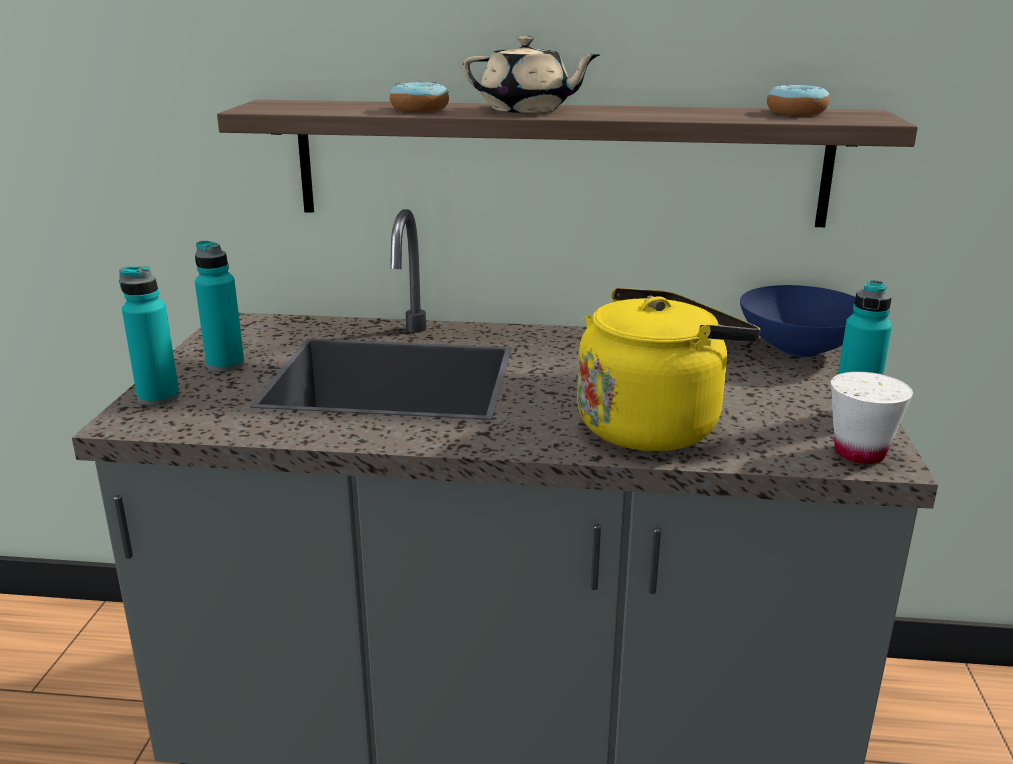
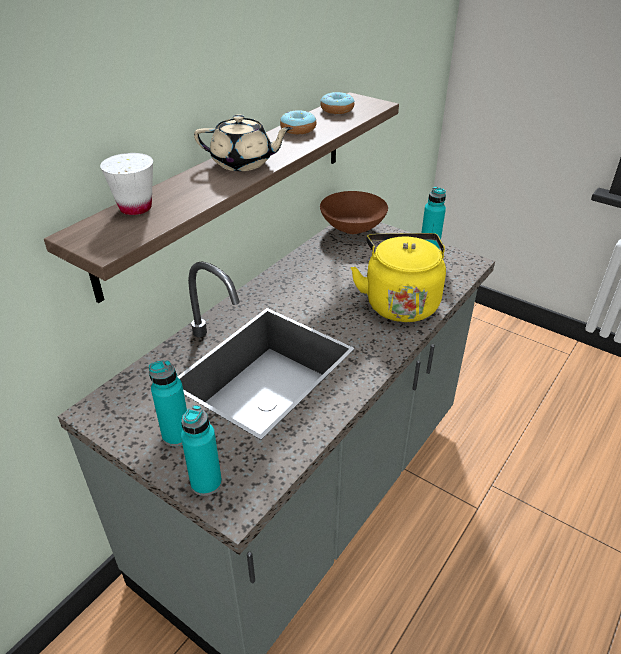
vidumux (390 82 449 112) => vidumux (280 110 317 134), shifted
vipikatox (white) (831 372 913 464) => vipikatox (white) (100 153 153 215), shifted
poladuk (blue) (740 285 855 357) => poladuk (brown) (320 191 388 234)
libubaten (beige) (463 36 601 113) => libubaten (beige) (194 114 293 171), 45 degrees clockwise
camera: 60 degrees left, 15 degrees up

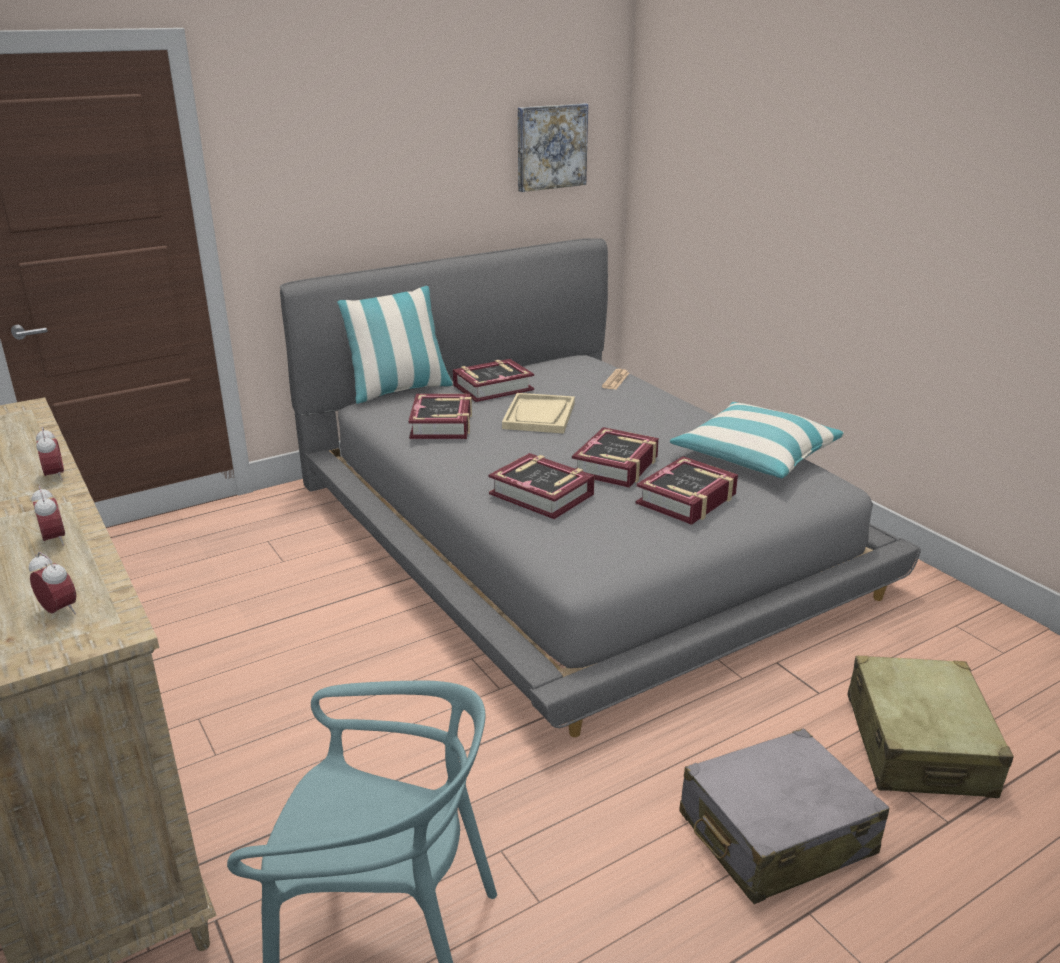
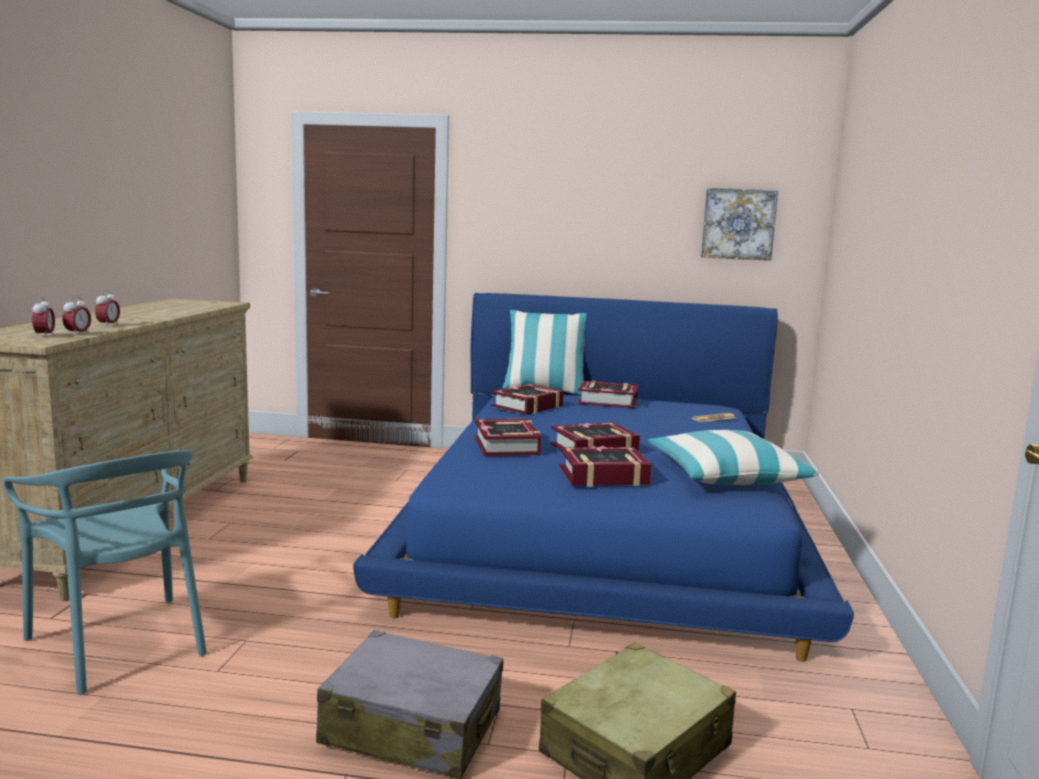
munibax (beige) (502 393 575 434) => nothing
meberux (36 427 64 481) => meberux (62 296 91 336), shifted
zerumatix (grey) (280 238 921 737) => zerumatix (blue) (353 293 854 662)
camera: 40 degrees right, 15 degrees down

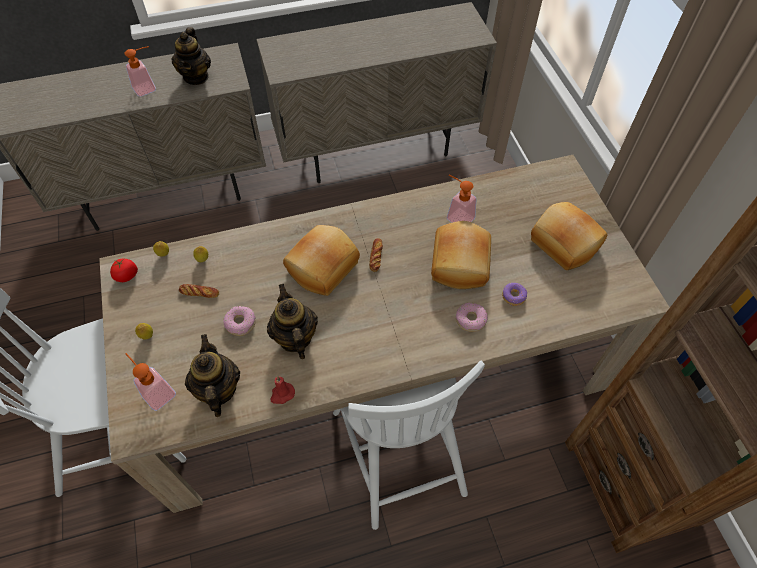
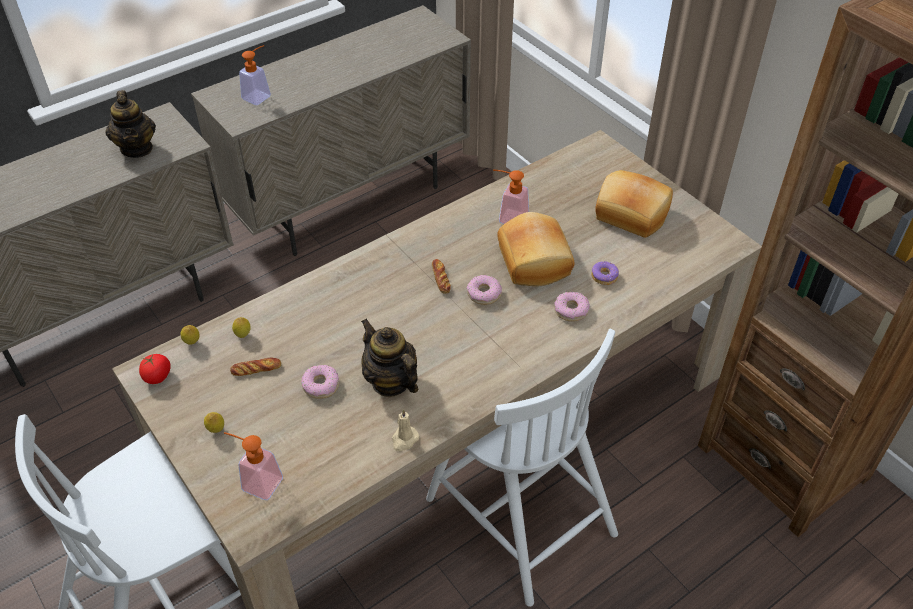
libubaten (185 334 240 417) => nothing
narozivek (283 225 360 296) => nothing
nothing => vidumux (466 275 502 305)
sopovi (124 46 156 97) => sopovi (239 45 271 105), shifted
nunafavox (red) (270 376 295 404) => nunafavox (beige) (392 409 419 451)
camera: 20 degrees left, 10 degrees down

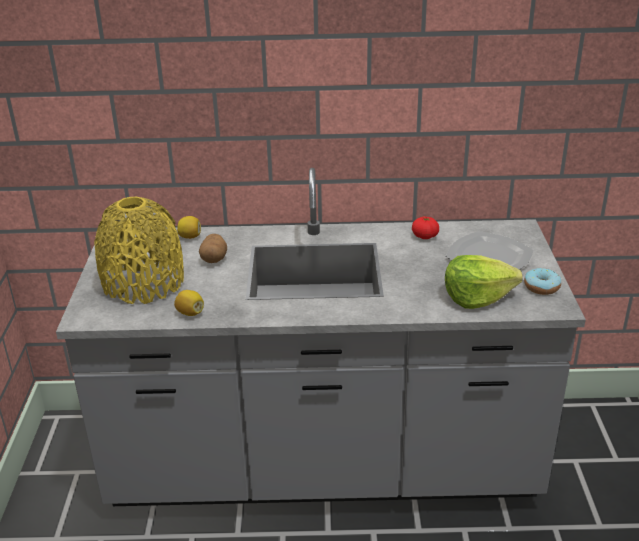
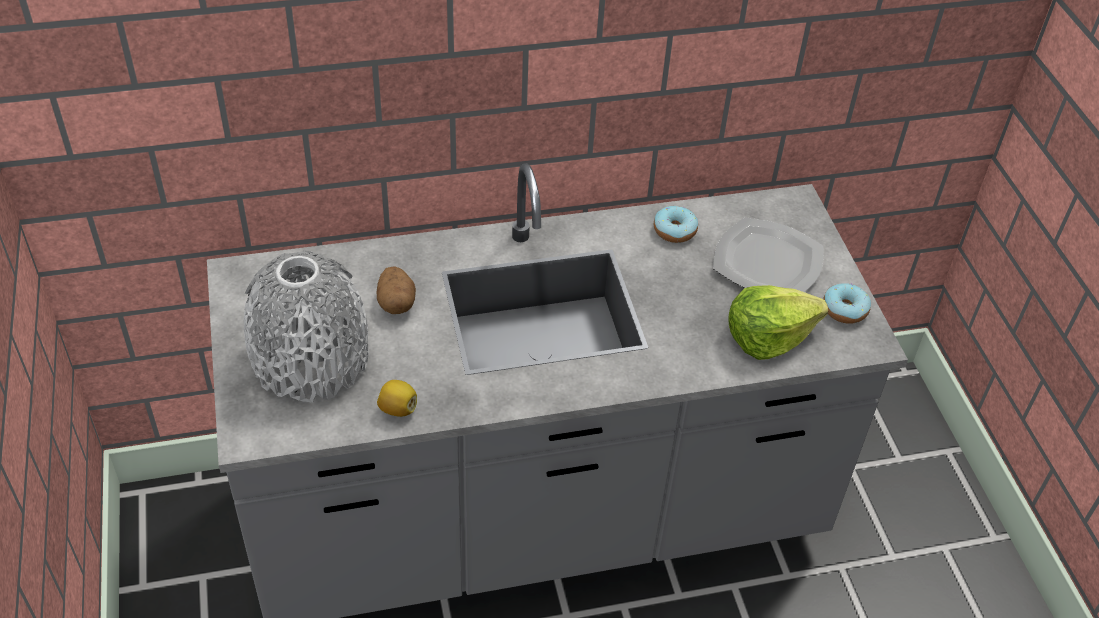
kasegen (177 216 201 239) => nothing
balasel (412 216 439 239) => vidumux (654 206 698 243)
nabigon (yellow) (94 197 184 304) => nabigon (grey) (244 250 368 403)
camera: 15 degrees left, 15 degrees up

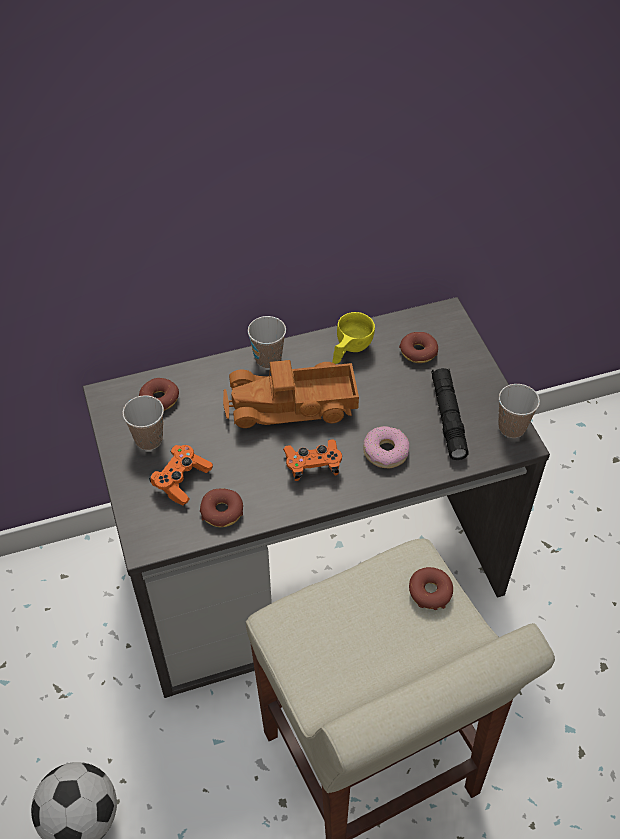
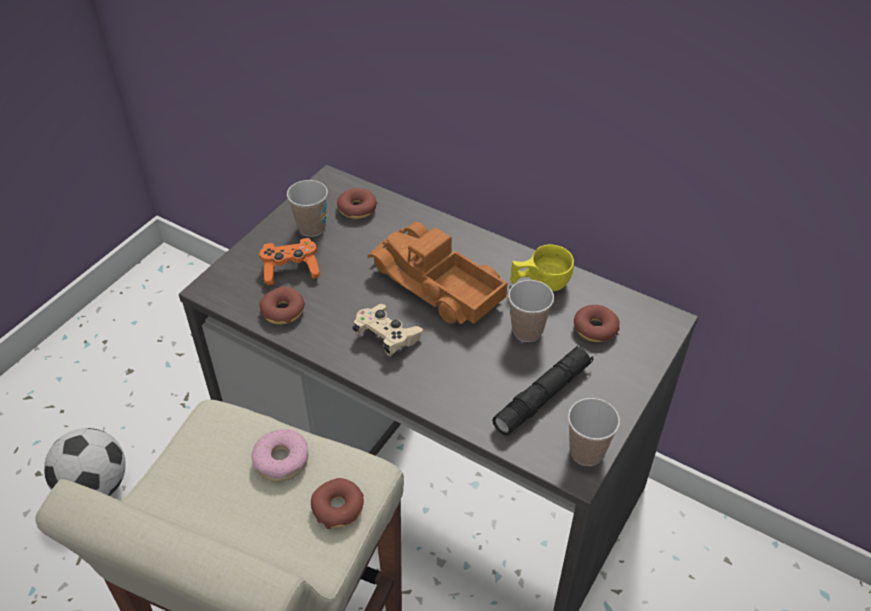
vipikatox (248 316 286 369) => vipikatox (508 280 554 342), shifted
vidumux (363 426 409 468) => vidumux (252 429 308 482), shifted
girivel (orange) (283 439 342 481) => girivel (beige) (353 304 424 357)
camera: 50 degrees right, 5 degrees down

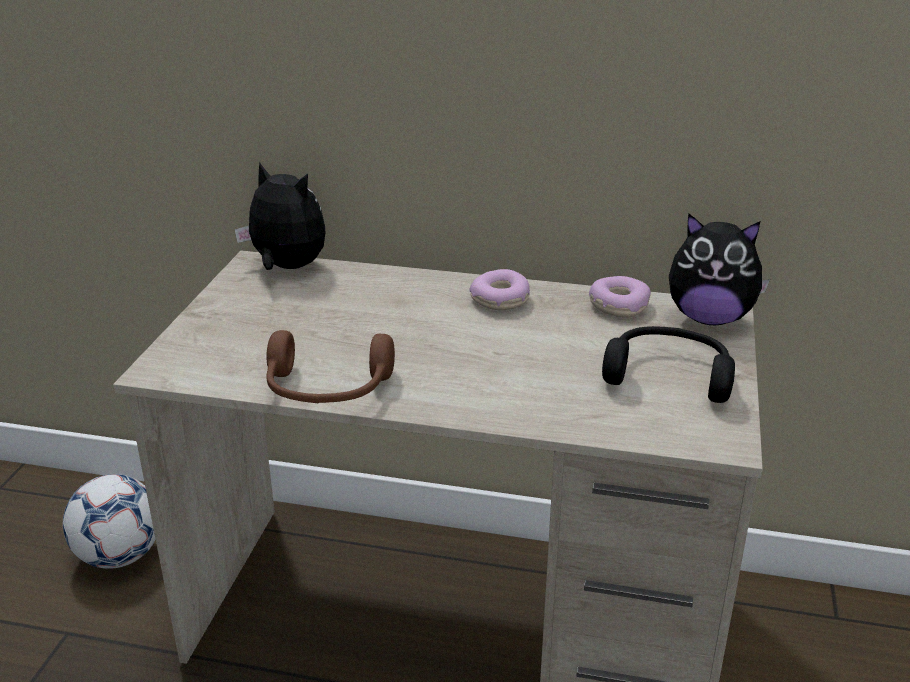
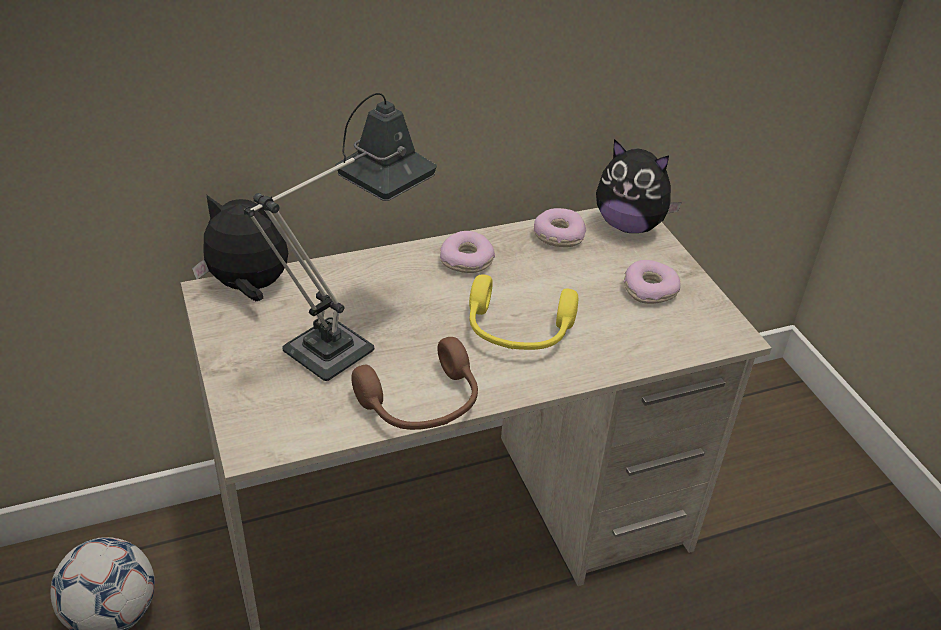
nothing => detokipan (244 93 437 381)
nothing => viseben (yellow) (469 274 578 350)
viseben (black) (602 326 735 403) => vidumux (624 260 681 304)
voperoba (669 213 770 325) => voperoba (596 139 682 233), 45 degrees clockwise
camera: 35 degrees left, 10 degrees up

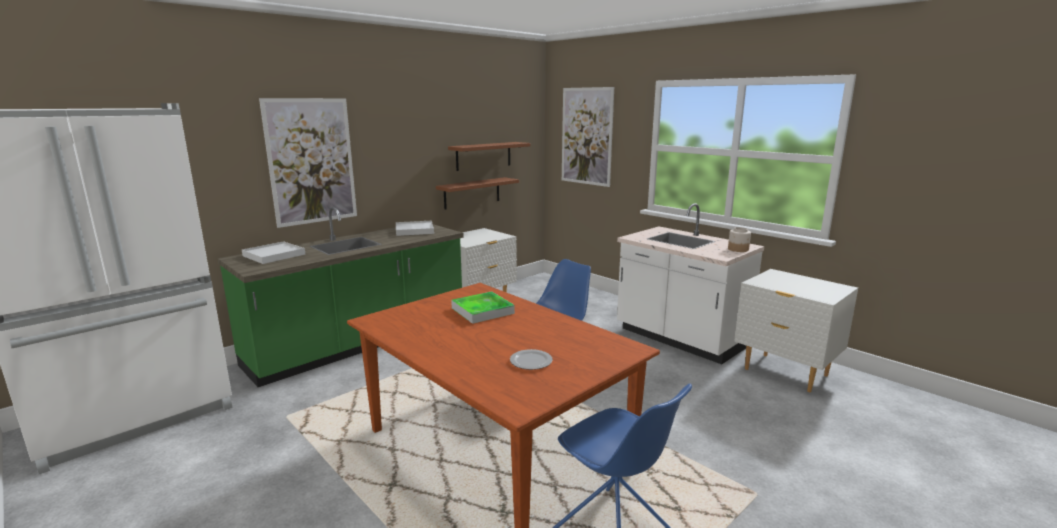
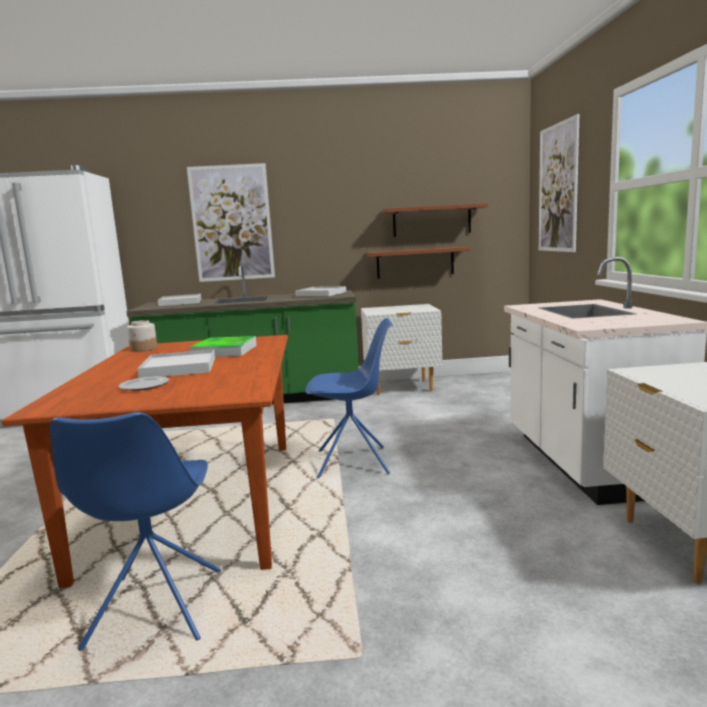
nothing => munibax (white) (137 350 215 378)
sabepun (728 227 751 252) => sabepun (127 320 157 352), shifted
camera: 40 degrees right, 5 degrees down

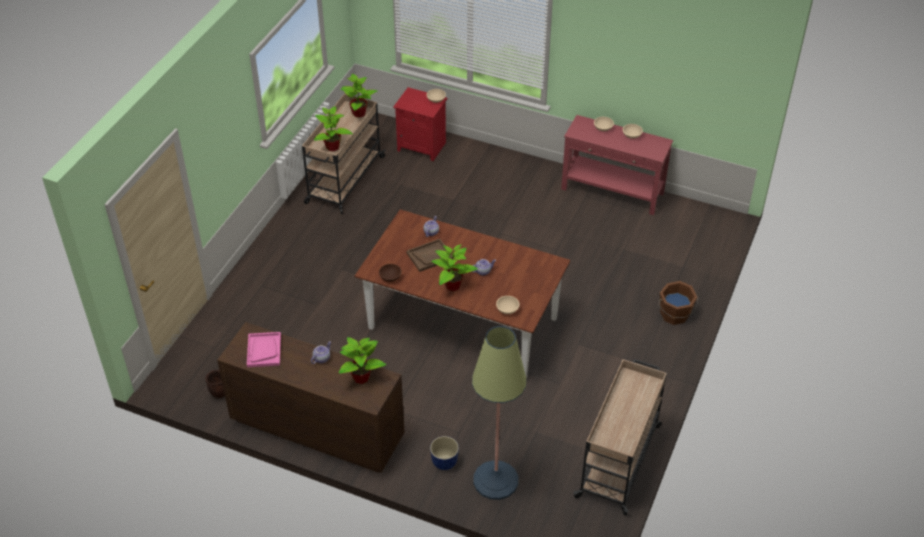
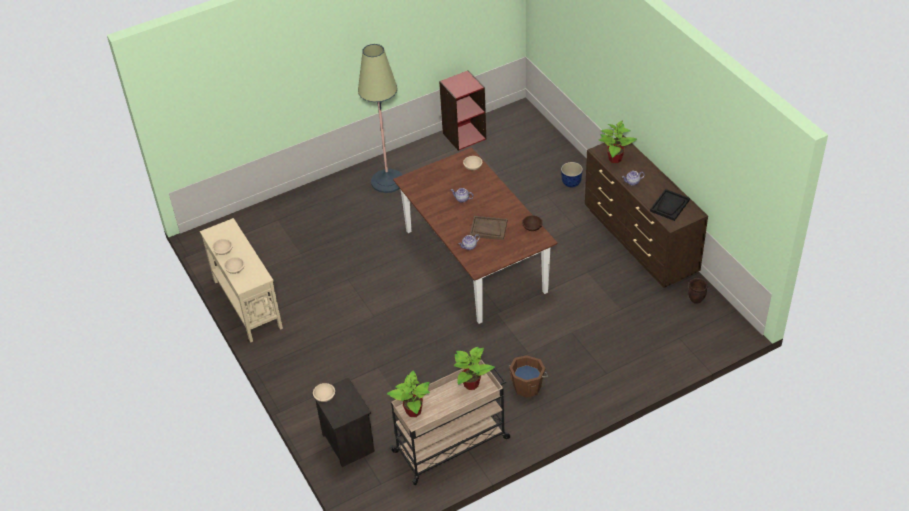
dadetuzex (431 244 477 291) => nothing
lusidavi (472 326 526 500) => lusidavi (358 44 403 193), shifted
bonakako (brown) (659 281 698 325) => bonakako (brown) (508 355 548 398), shifted
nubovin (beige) (573 359 667 516) => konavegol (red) (439 70 486 151)
munibax (pink) (247 332 281 367) => munibax (black) (650 189 690 221)
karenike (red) (393 87 448 161) => karenike (black) (312 378 375 467)
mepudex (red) (561 115 673 215) => mepudex (beige) (200 218 283 342)
camera: 140 degrees left, 0 degrees up

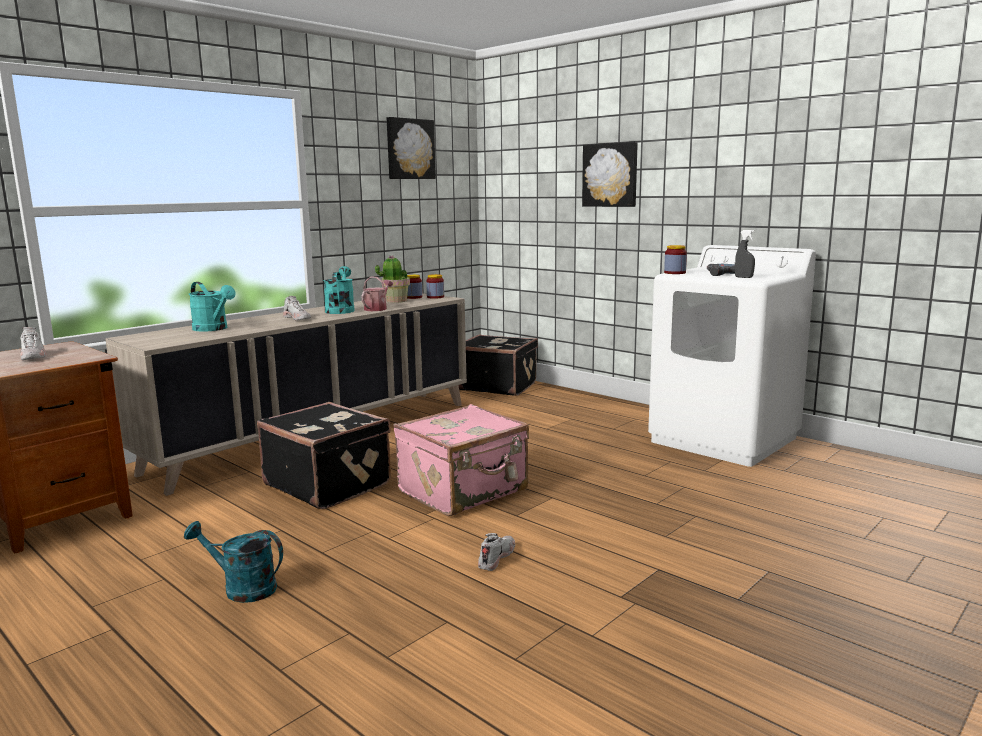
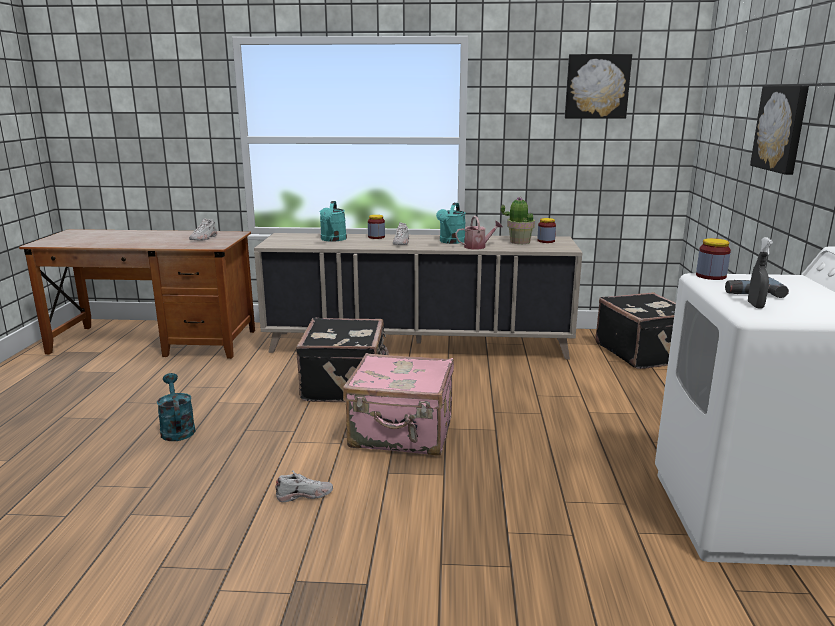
sabepun (426 274 444 299) => sabepun (368 215 385 239), shifted
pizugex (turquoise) (324 266 355 314) => pizugex (turquoise) (436 203 466 244), 150 degrees clockwise
camera: 50 degrees right, 5 degrees up

